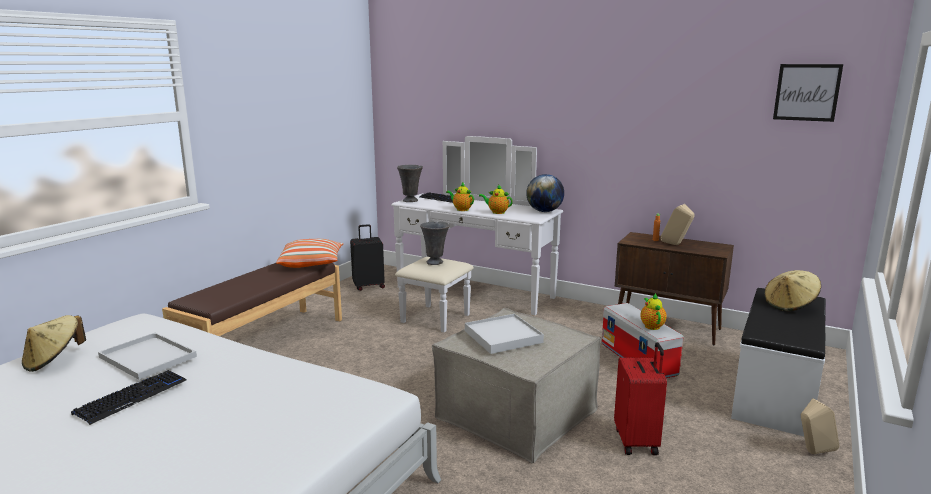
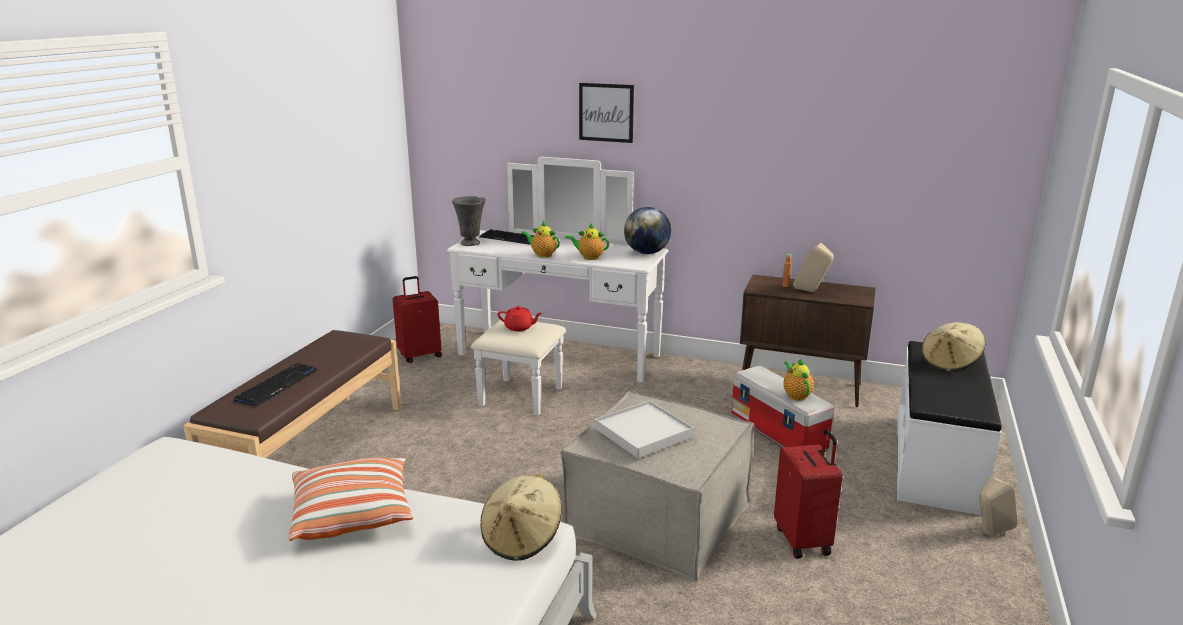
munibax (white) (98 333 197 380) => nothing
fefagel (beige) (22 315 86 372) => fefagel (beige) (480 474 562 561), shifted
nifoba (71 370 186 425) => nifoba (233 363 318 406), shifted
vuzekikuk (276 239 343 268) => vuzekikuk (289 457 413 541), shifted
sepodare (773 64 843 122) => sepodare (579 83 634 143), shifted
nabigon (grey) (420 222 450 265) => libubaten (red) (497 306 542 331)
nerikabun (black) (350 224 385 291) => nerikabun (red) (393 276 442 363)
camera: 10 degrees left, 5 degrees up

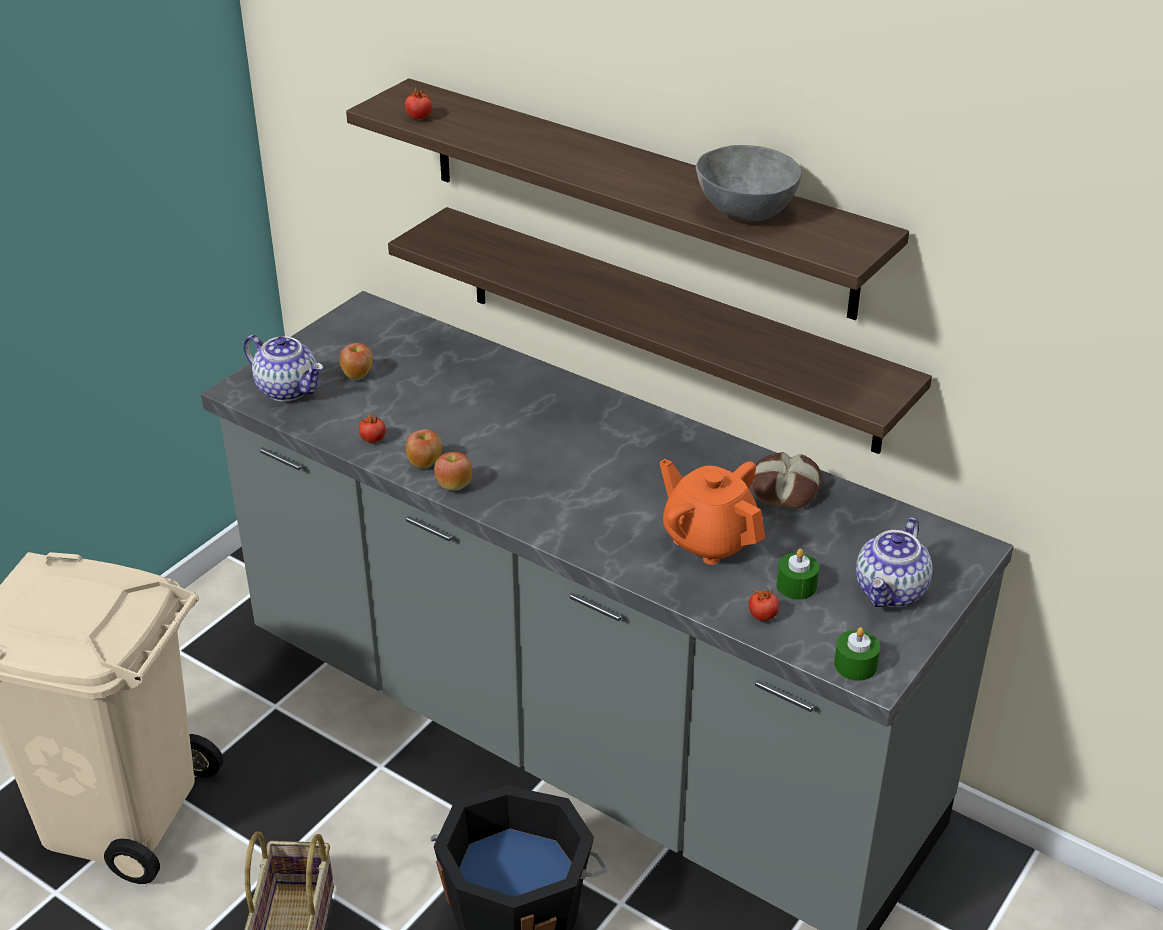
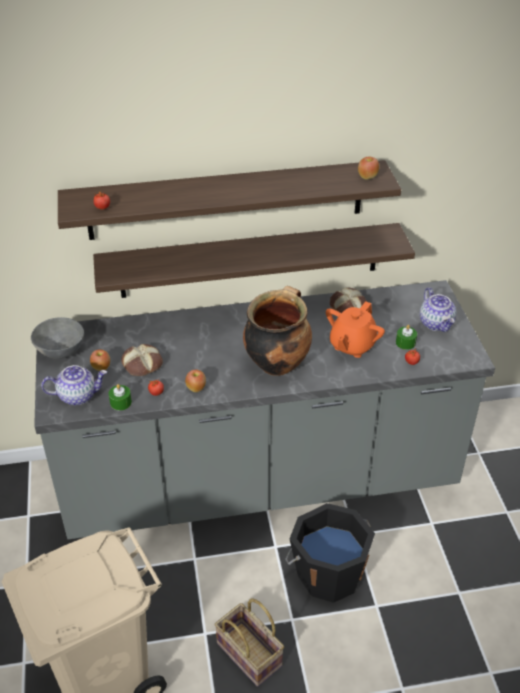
nothing => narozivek (121 344 163 376)
nothing => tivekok (243 286 312 376)
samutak (434 452 473 491) => samutak (358 157 379 180), shifted
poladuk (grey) (696 145 802 222) => poladuk (grey) (31 317 84 359), shifted
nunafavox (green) (834 627 880 681) => nunafavox (green) (109 384 132 410), shifted
libubaten (orange) (660 459 765 565) => libubaten (orange) (326 301 385 358), 60 degrees counterclockwise
camera: 45 degrees left, 5 degrees up

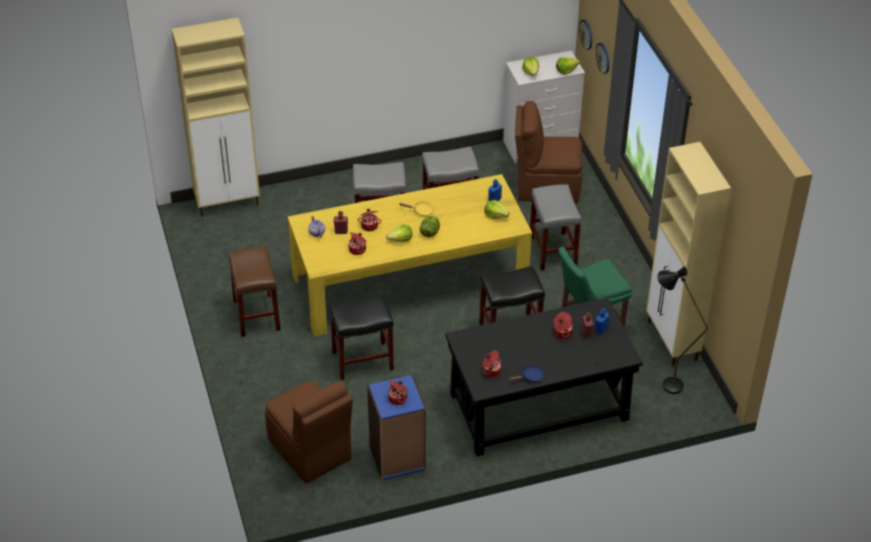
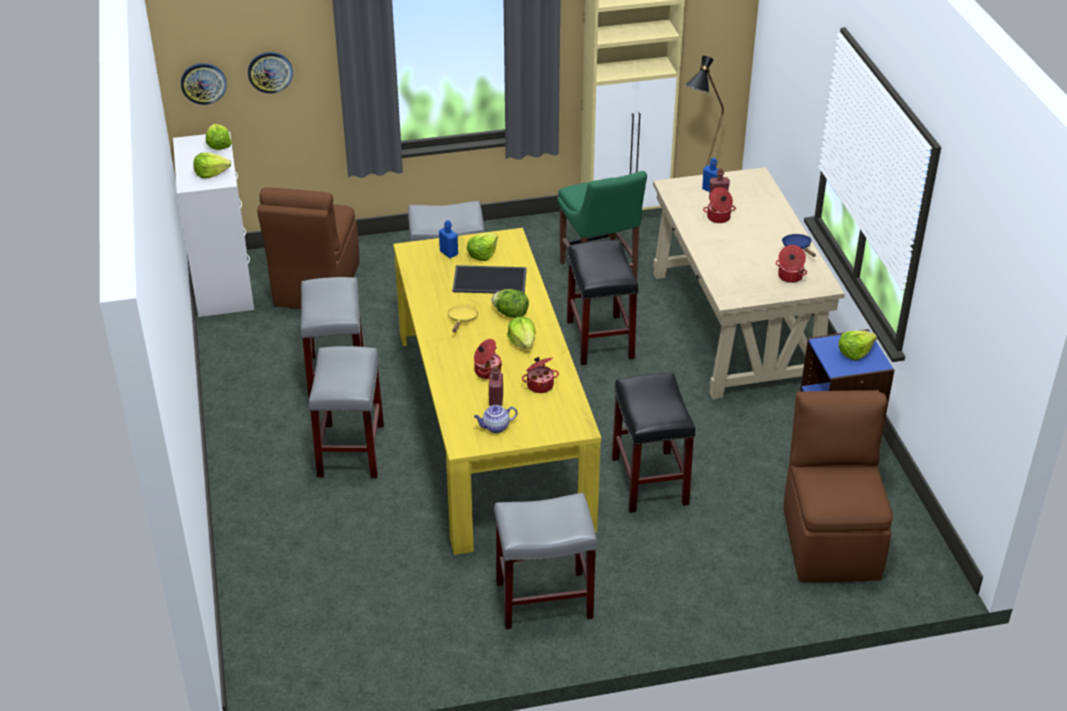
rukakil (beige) (172 18 260 217) => nothing
nothing => munibax (453 265 527 294)
tivekok (388 381 408 405) => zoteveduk (838 331 877 361)
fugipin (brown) (228 246 281 337) => fugipin (grey) (494 493 597 630)
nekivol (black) (445 298 643 456) => nekivol (beige) (653 167 845 399)
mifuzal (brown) (265 381 353 484) => mifuzal (brown) (783 390 893 582), 60 degrees counterclockwise
camera: 85 degrees left, 5 degrees down

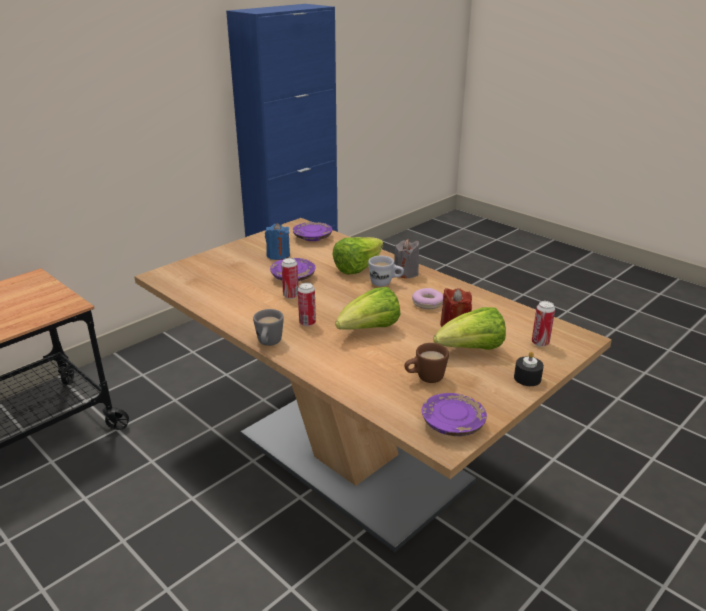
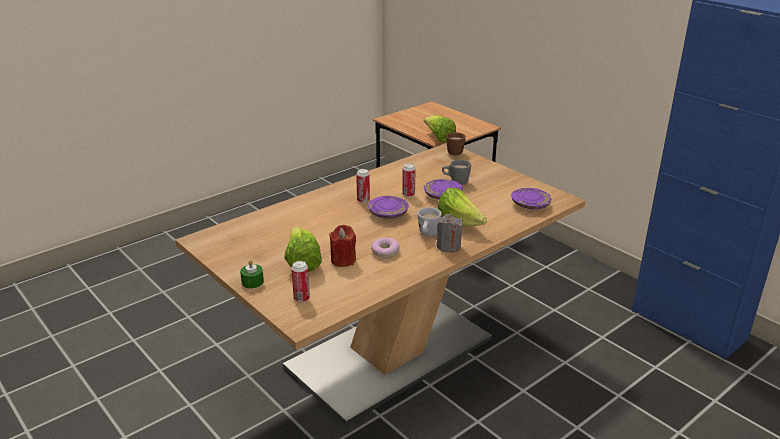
nunafavox (blue) (265 223 290 260) => nothing
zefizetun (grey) (253 309 284 346) => zefizetun (grey) (442 160 471 185), shifted
zoteveduk (335 287 401 329) => zoteveduk (424 115 456 143), shifted
zefizetun (brown) (404 343 449 383) => zefizetun (brown) (446 132 466 155), shifted
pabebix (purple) (422 393 487 436) => pabebix (purple) (368 196 409 218), shifted
nunafavox (black) (514 351 544 386) => nunafavox (green) (240 260 264 288)
camera: 95 degrees right, 0 degrees up

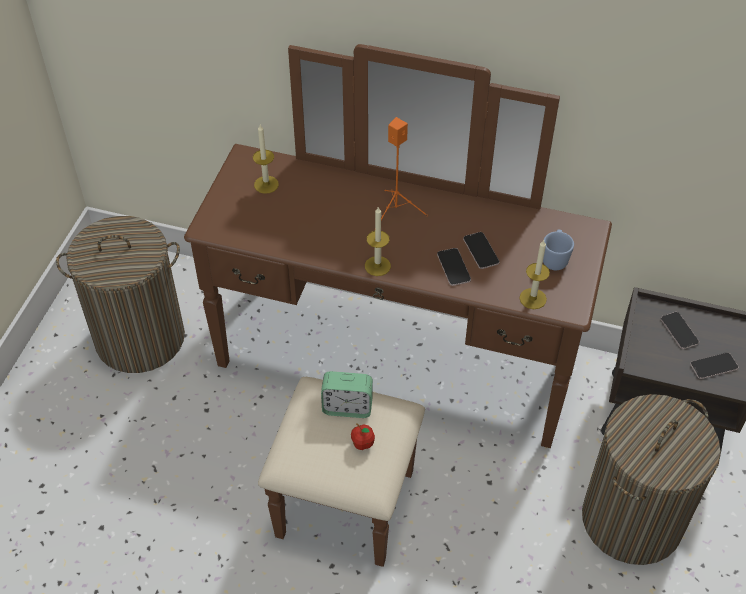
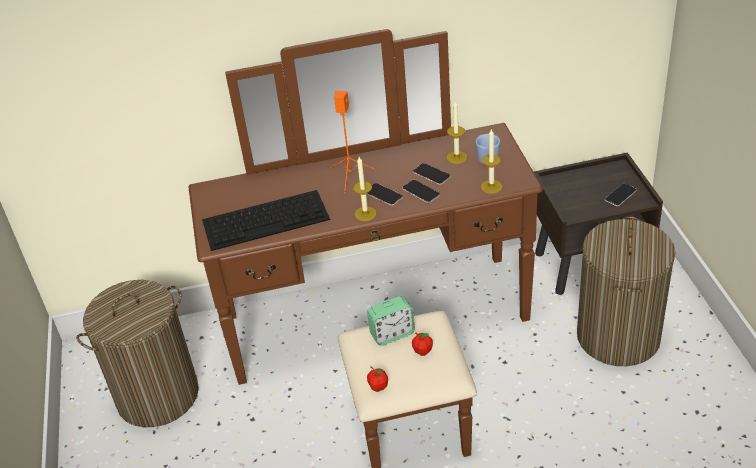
nothing => nifoba (202 190 330 251)
nothing => samutak (367 366 388 392)
nunafavox (253 125 279 194) => nunafavox (447 101 467 164), shifted
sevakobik (661 312 699 349) => sevakobik (366 183 403 206), shifted
camera: 25 degrees left, 10 degrees down

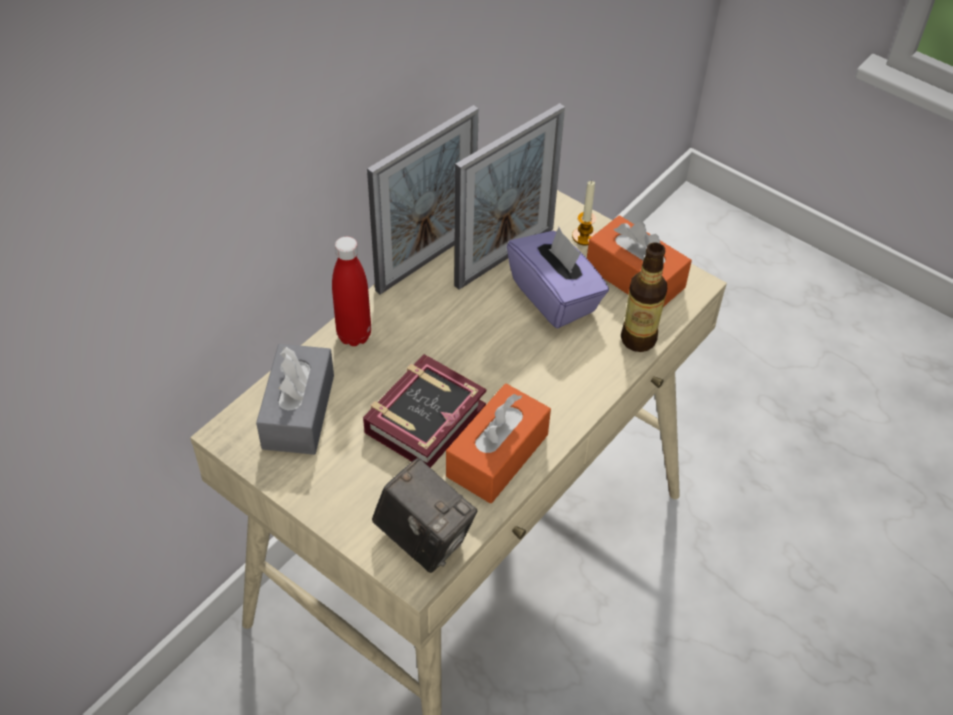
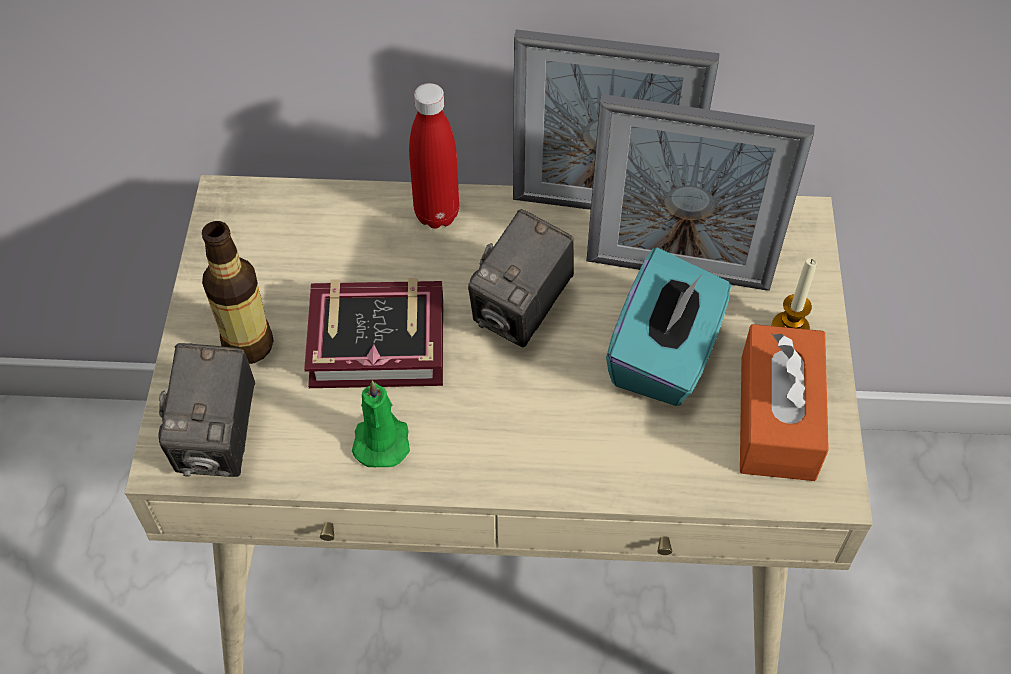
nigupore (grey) (256 344 334 455) => nothing
nothing => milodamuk (468 209 574 347)
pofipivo (621 242 667 352) => pofipivo (202 221 274 364), shifted
nigupore (orange) (446 384 551 503) => nunafavox (green) (352 381 410 467)
nigupore (purple) (507 227 609 328) => nigupore (turquoise) (606 247 731 406)
camera: 55 degrees right, 5 degrees up

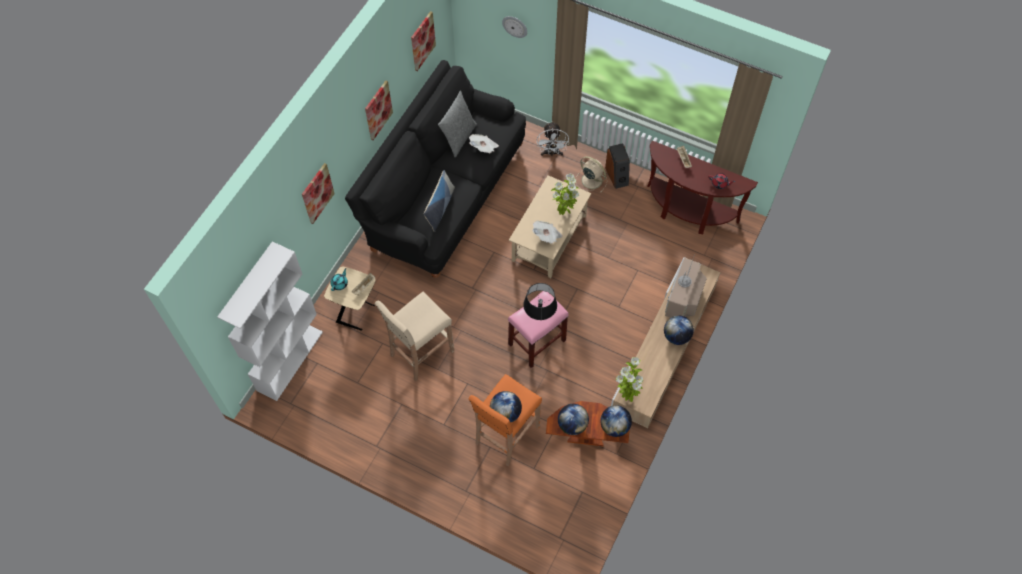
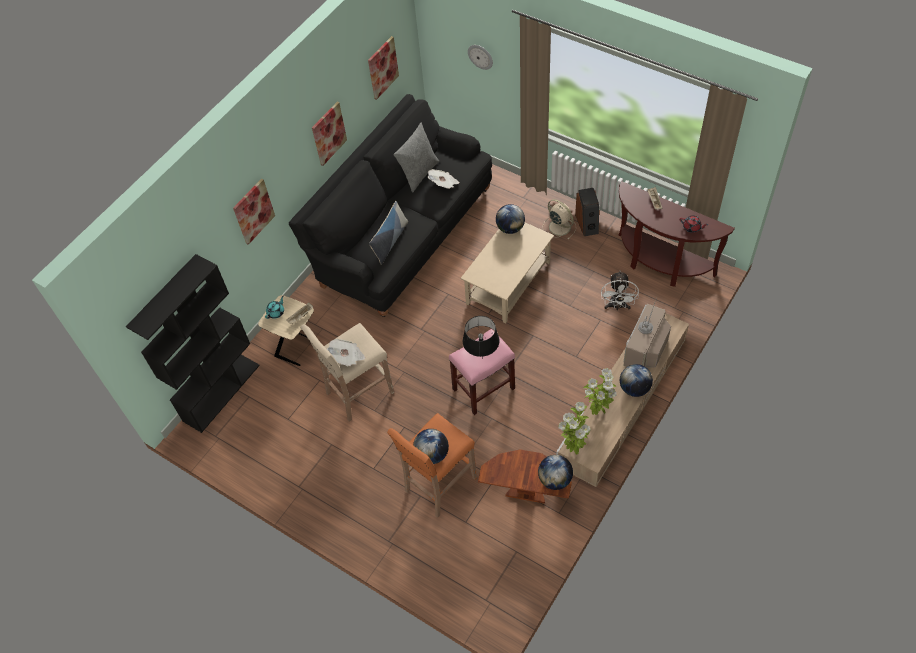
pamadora (532 220 563 244) => pamadora (327 339 366 367), shifted
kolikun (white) (537 122 569 156) => kolikun (white) (601 271 639 311), shifted
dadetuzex (551 173 579 215) => dadetuzex (583 368 617 415), shifted
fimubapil (558 404 589 435) => fimubapil (496 204 525 234), shifted
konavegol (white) (217 241 323 401) => konavegol (black) (126 254 260 433)
camera: 10 degrees right, 5 degrees down

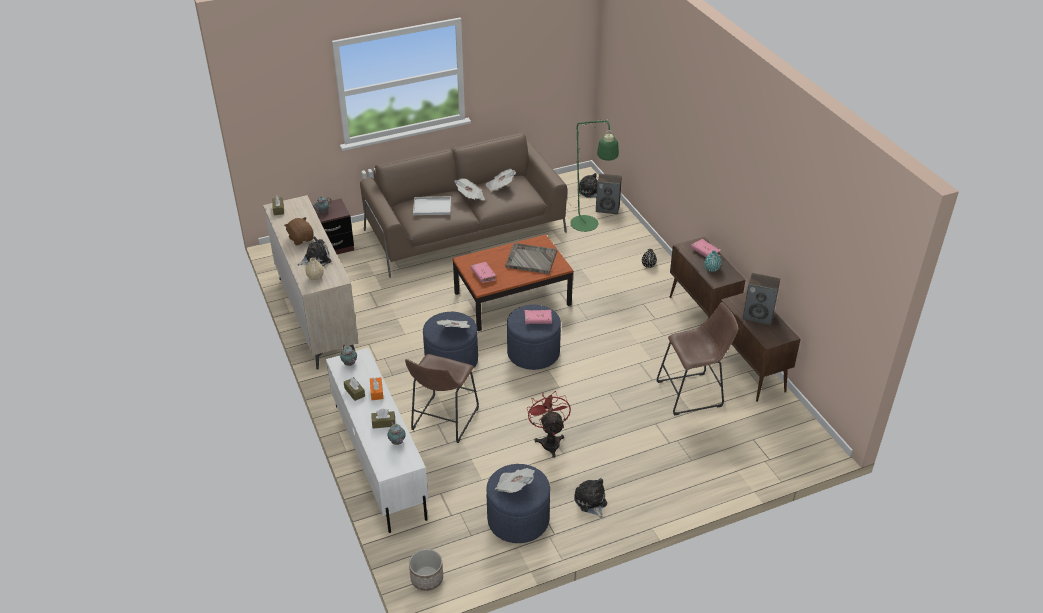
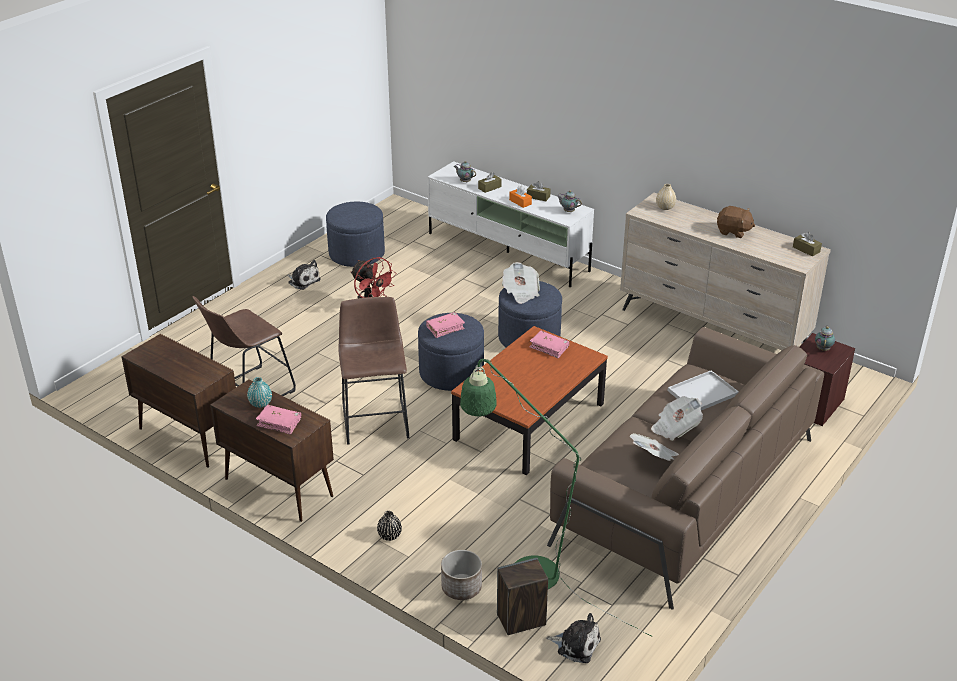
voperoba (297 236 331 266) => nothing
pamadora (495 468 535 493) => nothing
munibax (grey) (505 243 557 274) => nothing
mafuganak (743 273 780 325) => nothing
fugipin (brown) (405 354 479 443) => fugipin (brown) (338 297 409 445), shifted
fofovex (409 549 443 591) => fofovex (441 550 482 600), shifted
camera: 150 degrees right, 5 degrees down

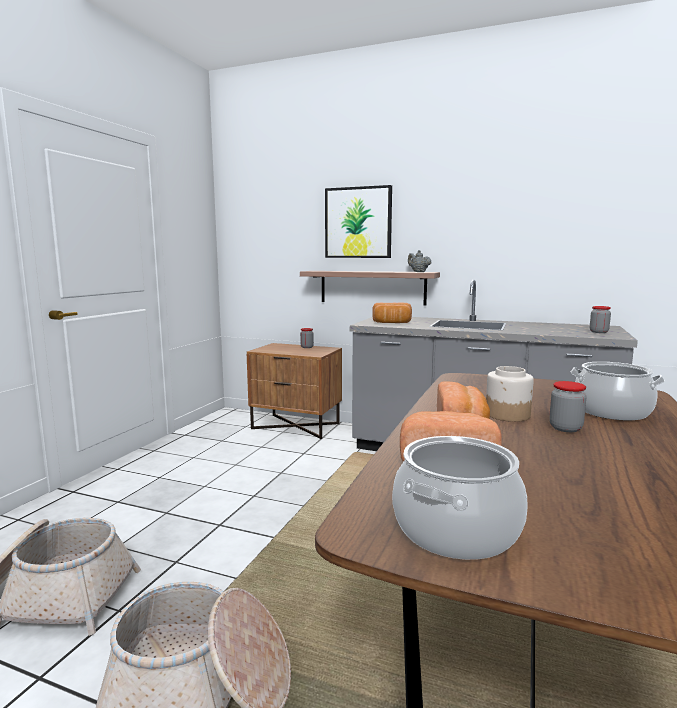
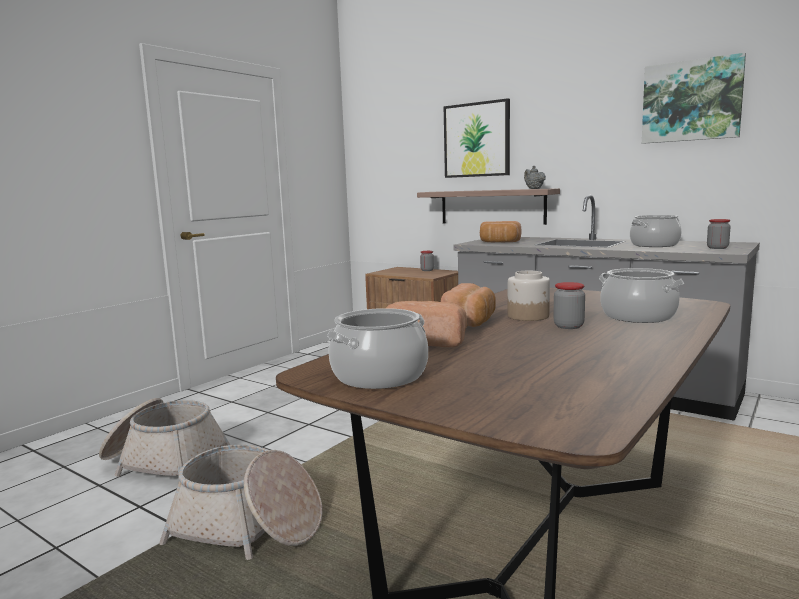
nothing => tivekok (630 215 681 247)
nothing => sepodare (642 53 746 144)
camera: 15 degrees right, 0 degrees up

